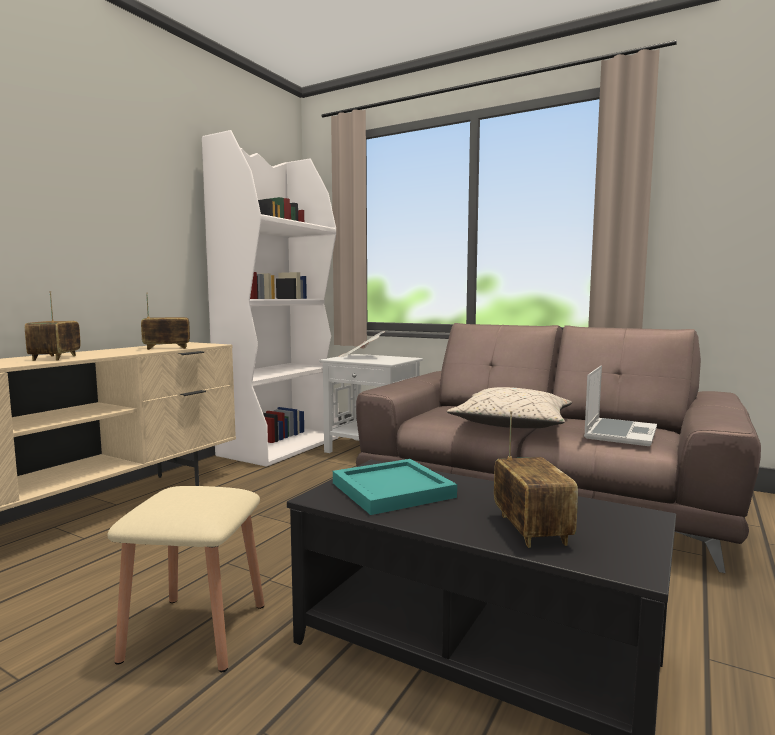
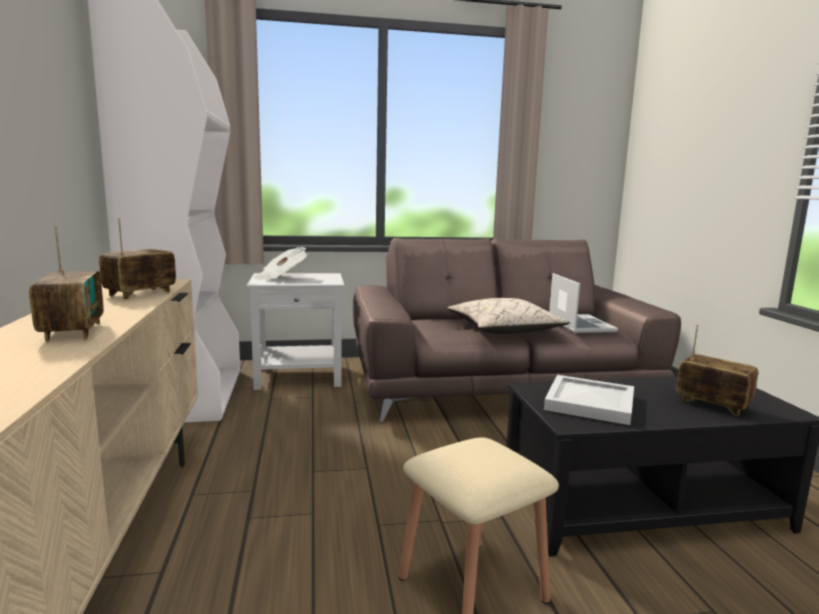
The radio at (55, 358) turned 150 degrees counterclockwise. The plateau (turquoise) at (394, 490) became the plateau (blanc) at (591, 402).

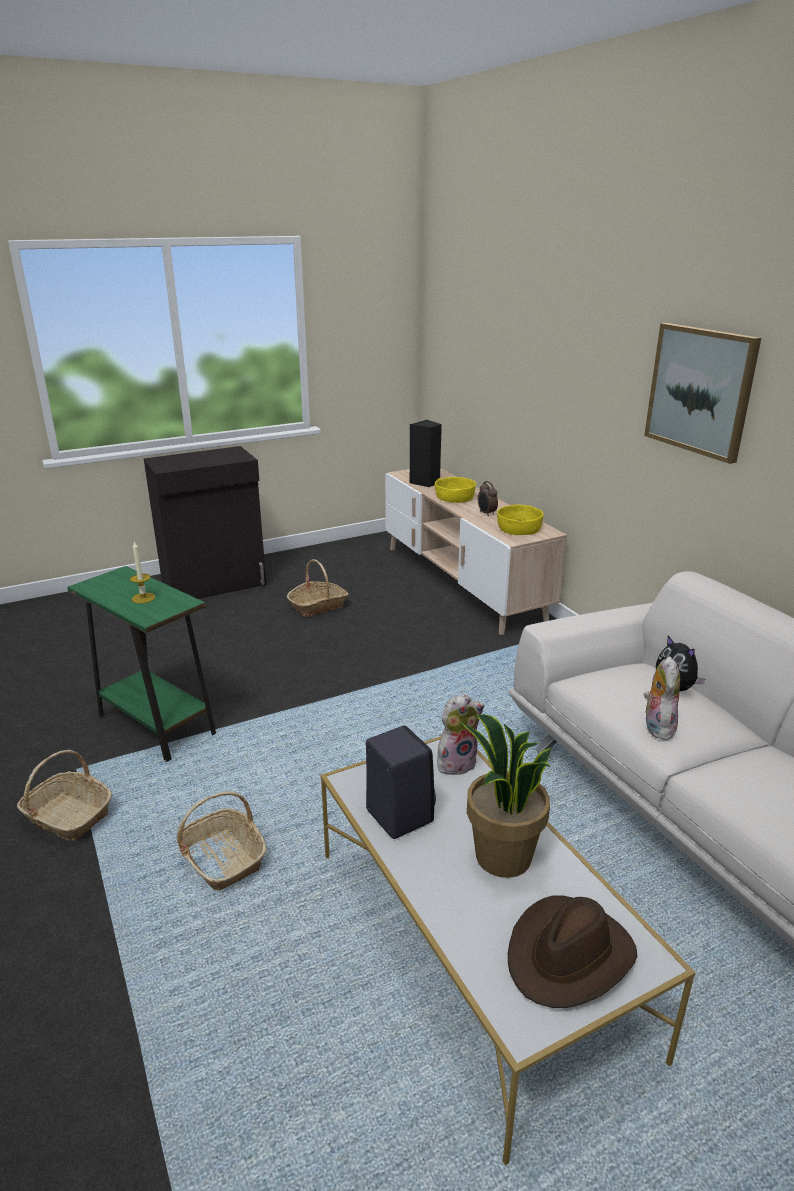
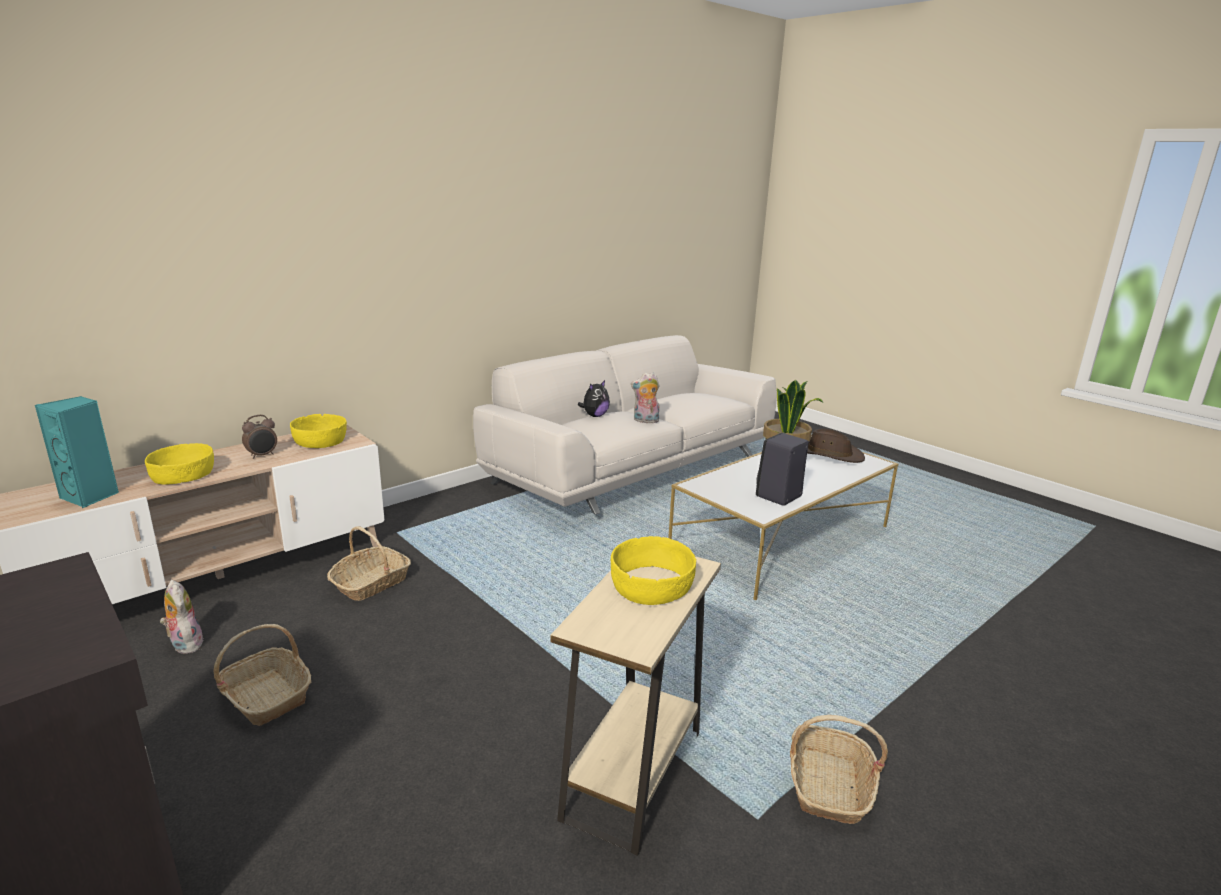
The tableau at (700, 390) disappeared. The enceinte (noir) at (425, 483) became the enceinte (turquoise) at (91, 496). The bougie at (143, 598) was replaced by the bol (jaune) at (652, 584). The table d'appoint (vert) at (156, 725) became the table d'appoint (beige) at (633, 774). The peluche moved from (456, 762) to (184, 644). The panier moved from (222, 859) to (371, 583).

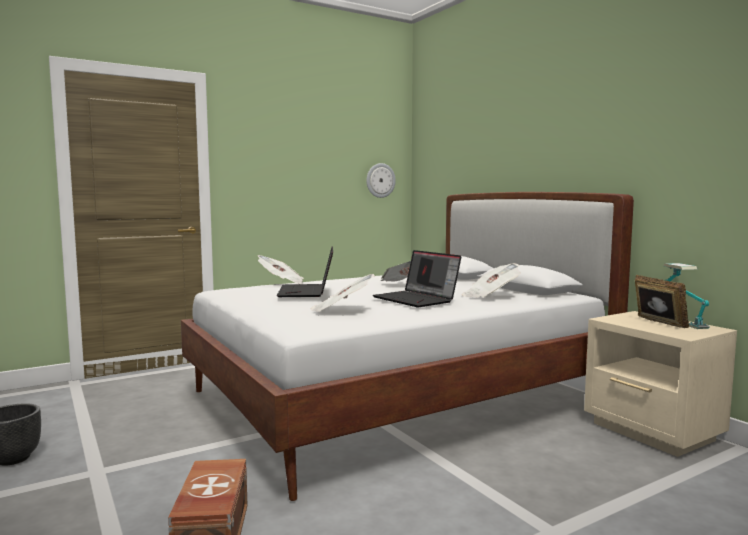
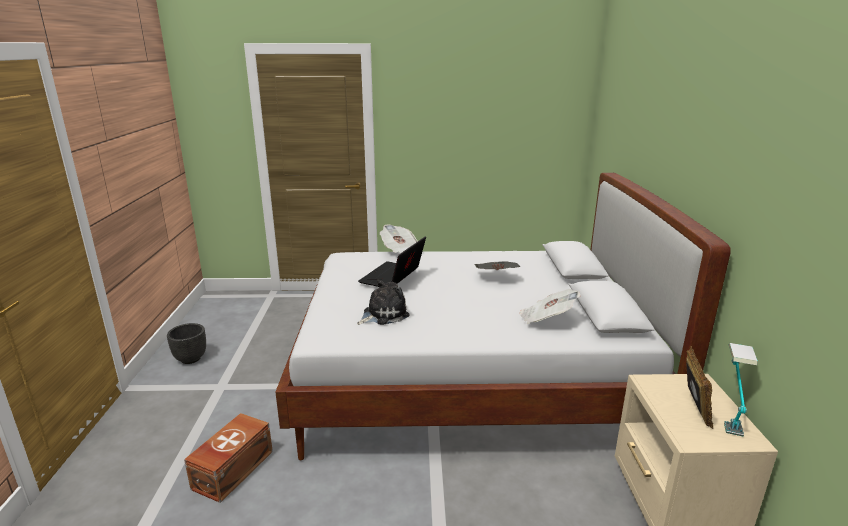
The horloge murale at (380, 180) disappeared. The ordinateur portable at (417, 299) disappeared. The journal at (341, 310) was replaced by the peluche at (383, 314).

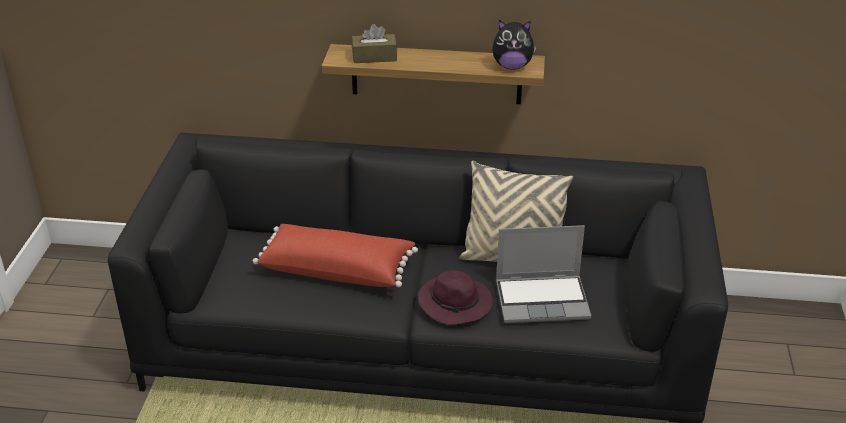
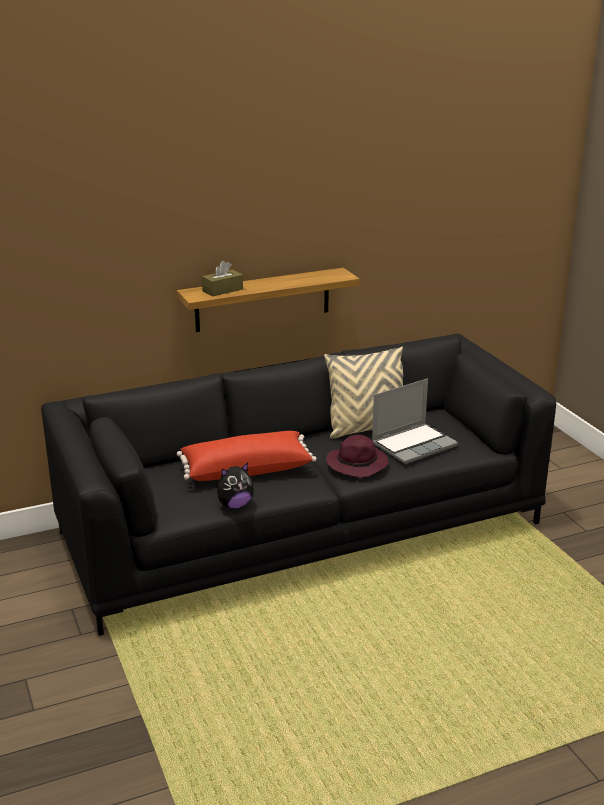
The peluche moved from (512, 66) to (235, 505).

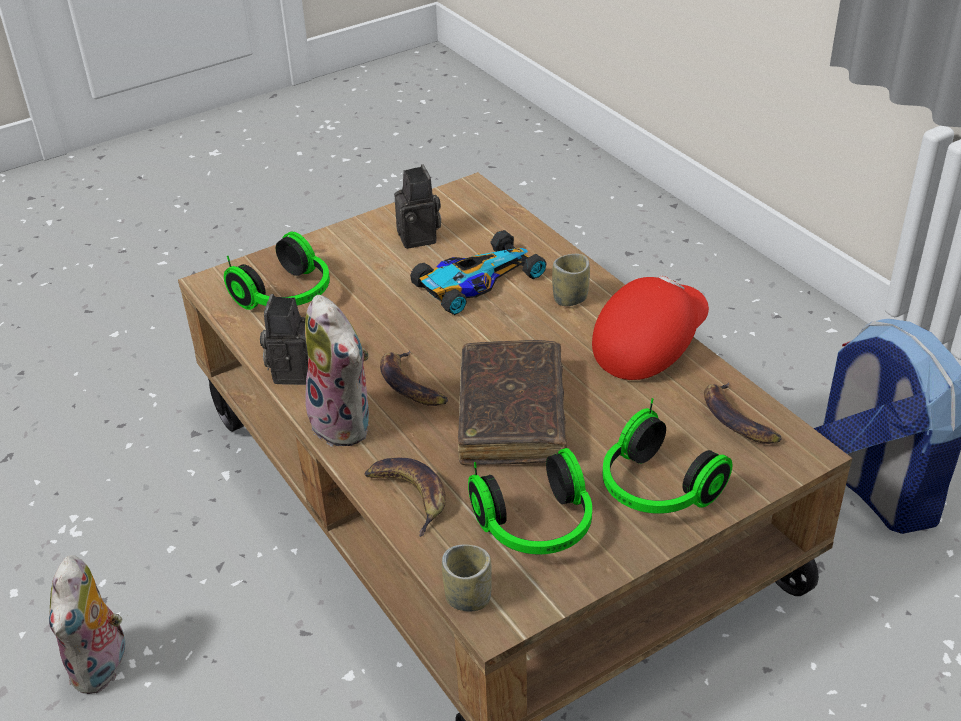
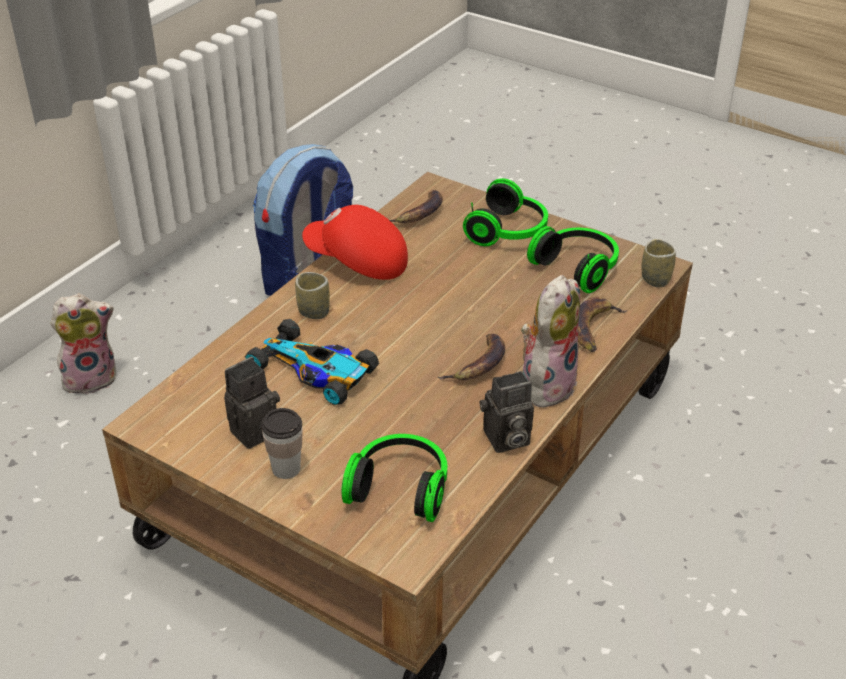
The livre (marron) at (511, 415) disappeared. The peluche moved from (103, 667) to (91, 378). The tasse at (286, 468) appeared.

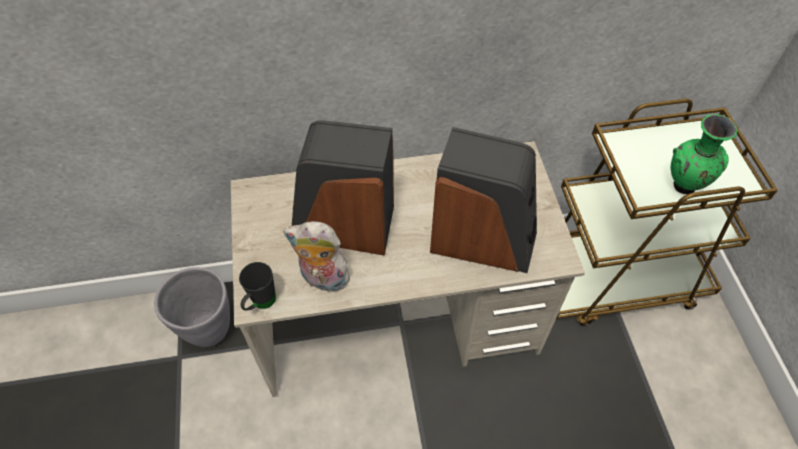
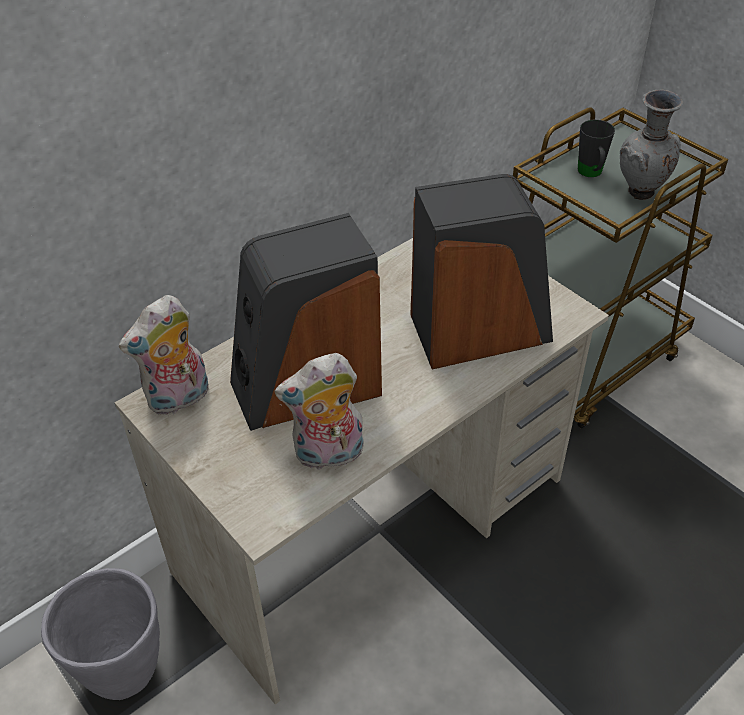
The vase (vert) at (682, 187) became the vase (gris) at (640, 194). The mug (noir) moved from (260, 304) to (591, 174). The peluche at (179, 399) appeared.

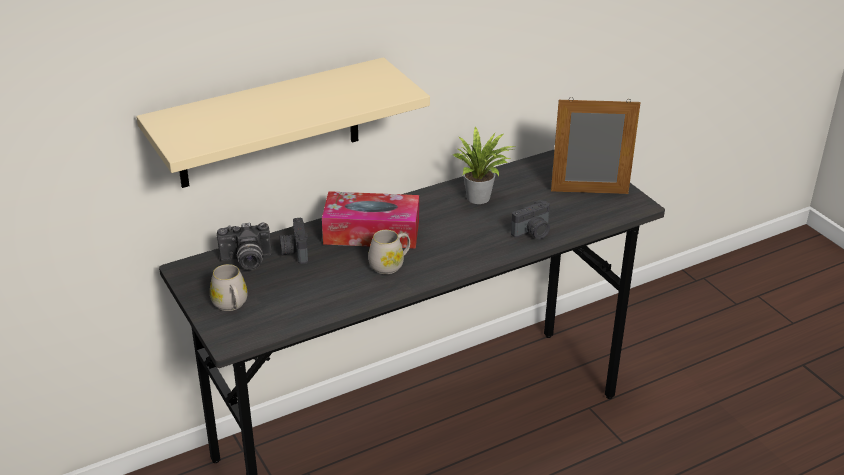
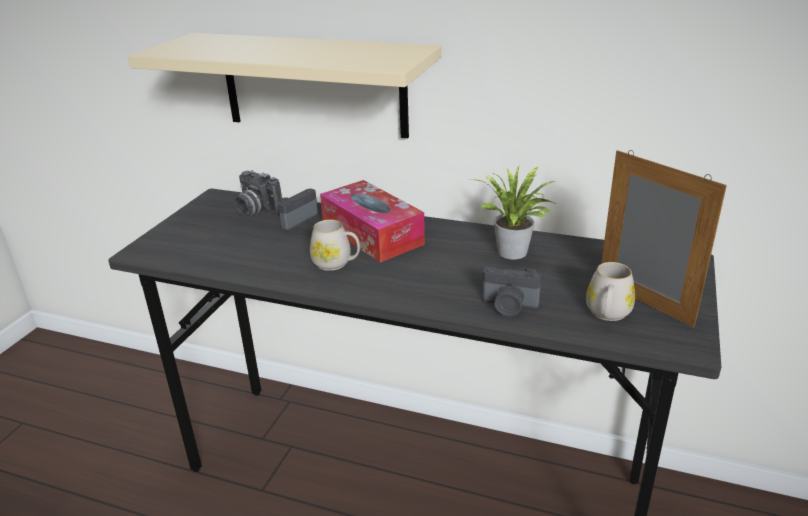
The mug (blanc) moved from (231, 305) to (607, 314).

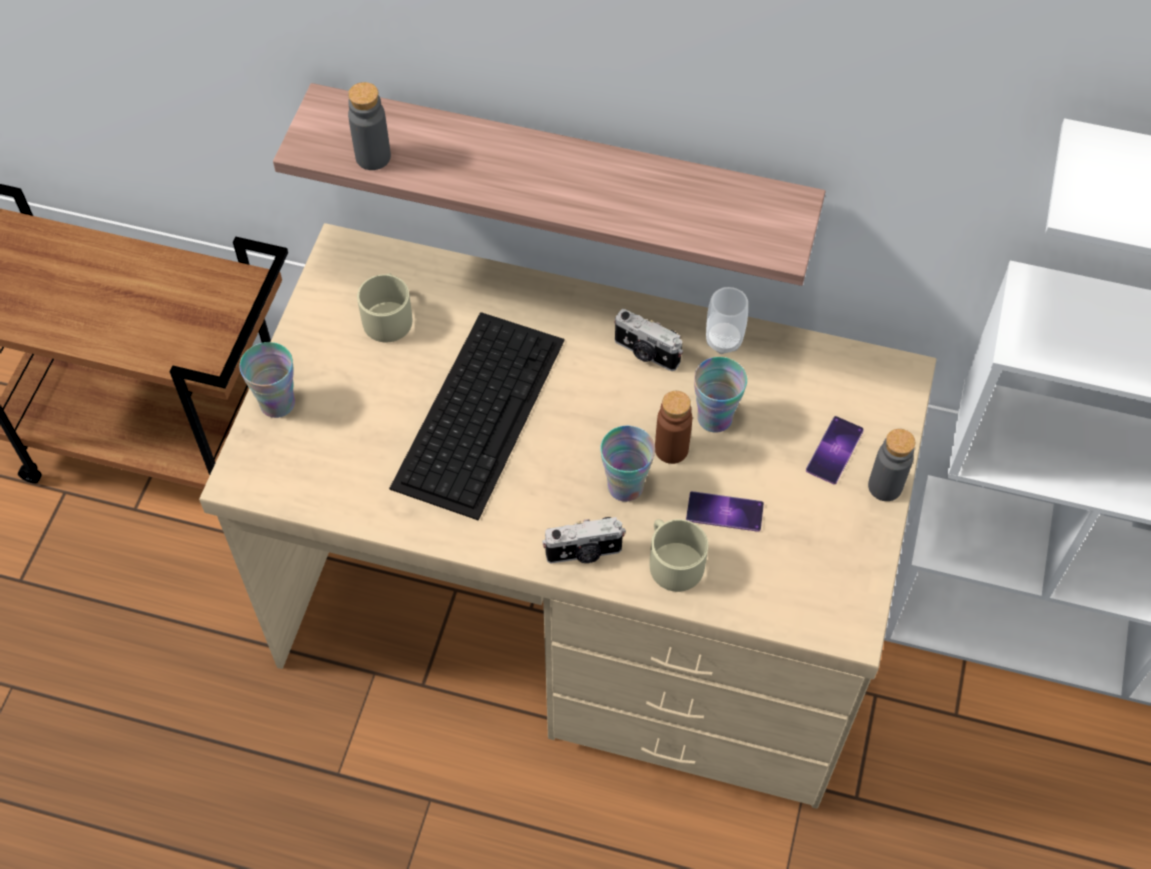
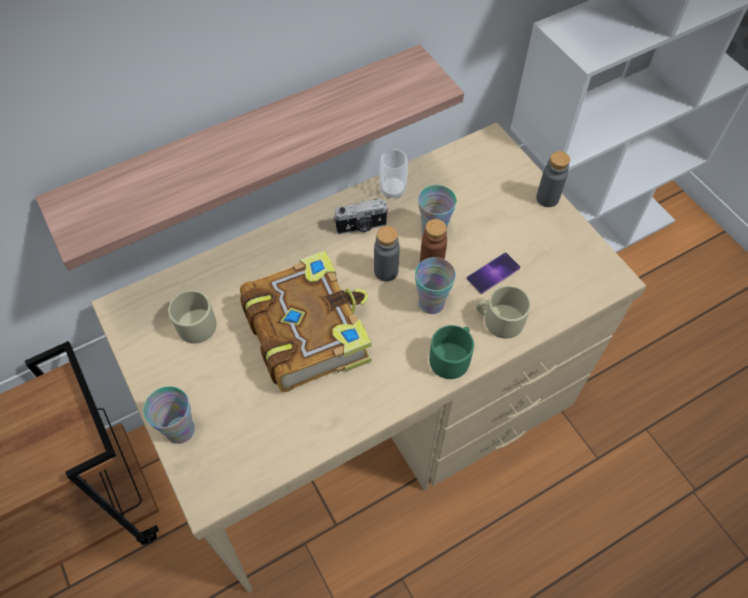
The bouteille (gris) moved from (373, 157) to (386, 271). The clavier at (479, 410) was replaced by the livre at (308, 330). The téléphone at (834, 450) disappeared. The appareil photo at (584, 553) was replaced by the mug (vert) at (452, 356).

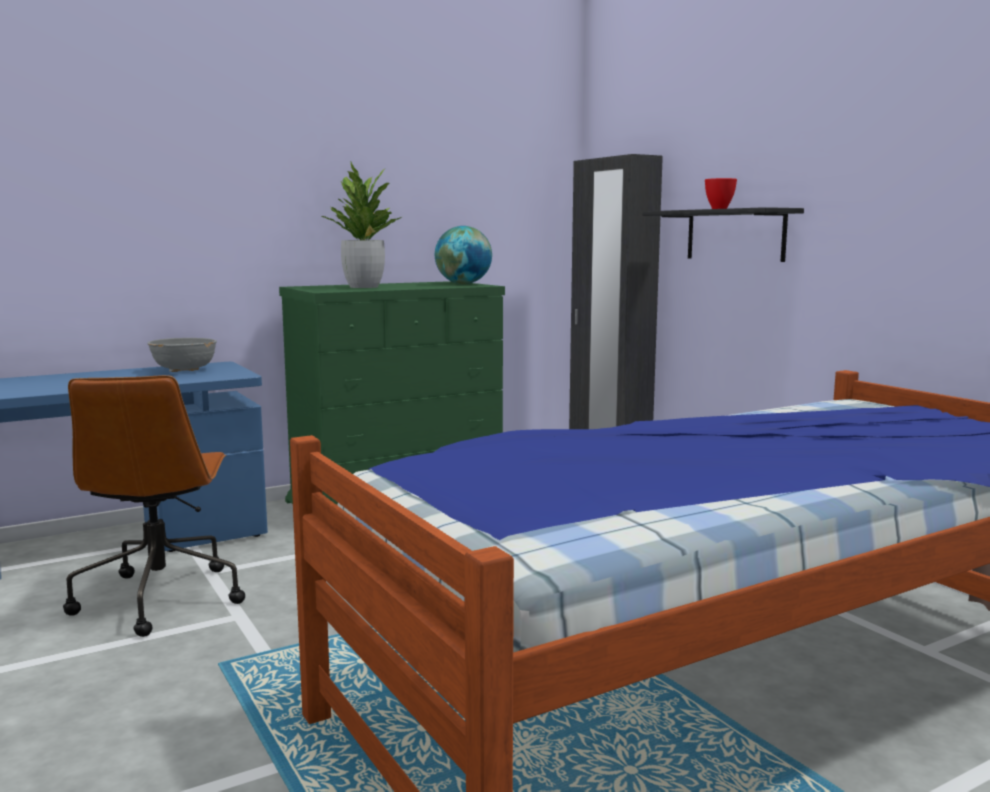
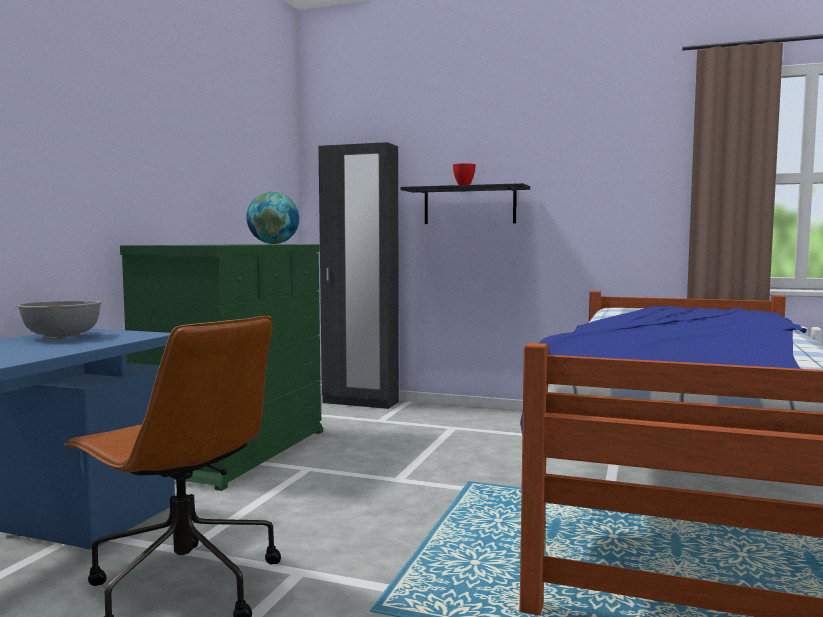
The plante en pot at (364, 287) disappeared.

